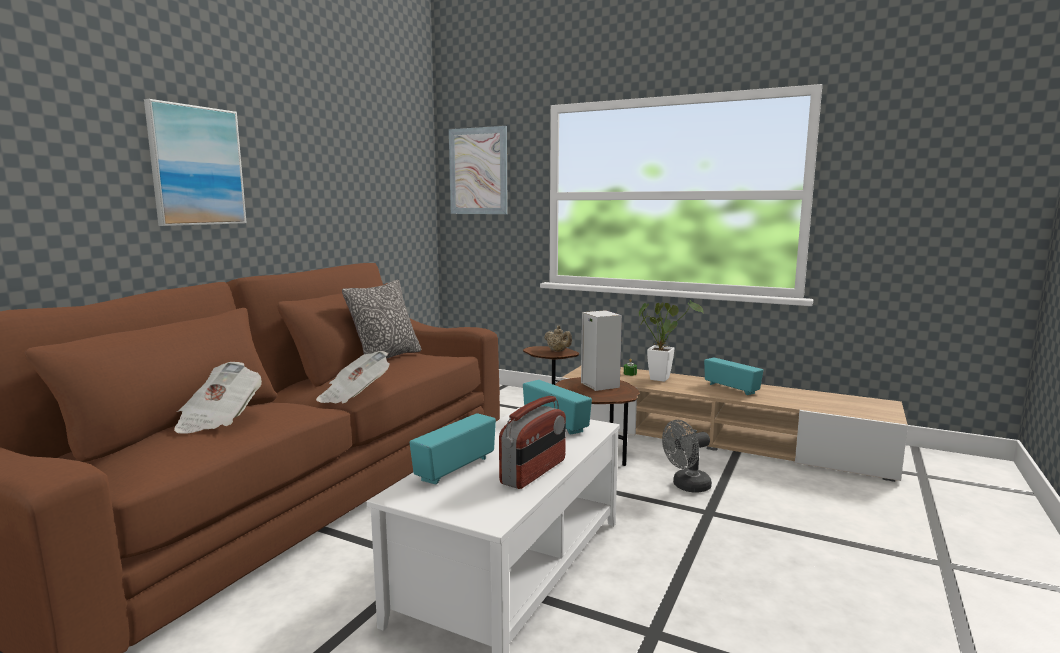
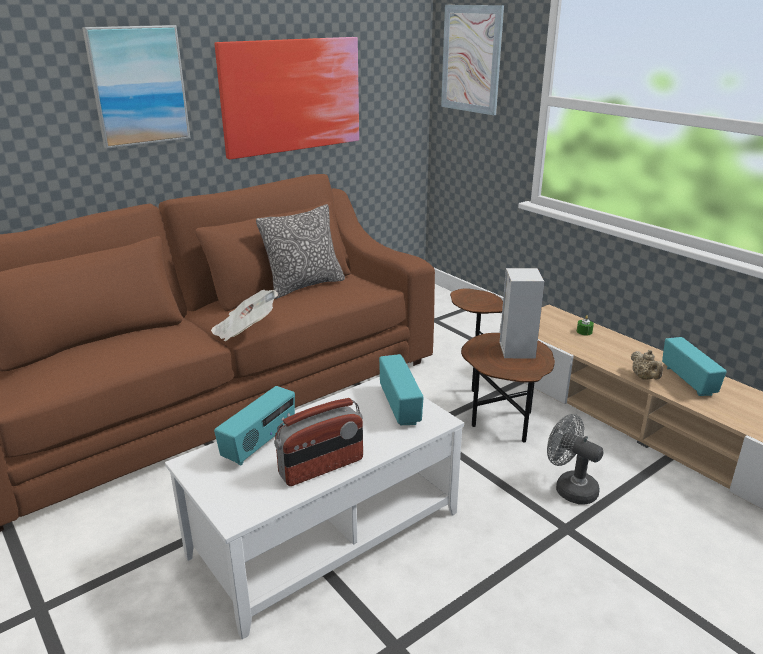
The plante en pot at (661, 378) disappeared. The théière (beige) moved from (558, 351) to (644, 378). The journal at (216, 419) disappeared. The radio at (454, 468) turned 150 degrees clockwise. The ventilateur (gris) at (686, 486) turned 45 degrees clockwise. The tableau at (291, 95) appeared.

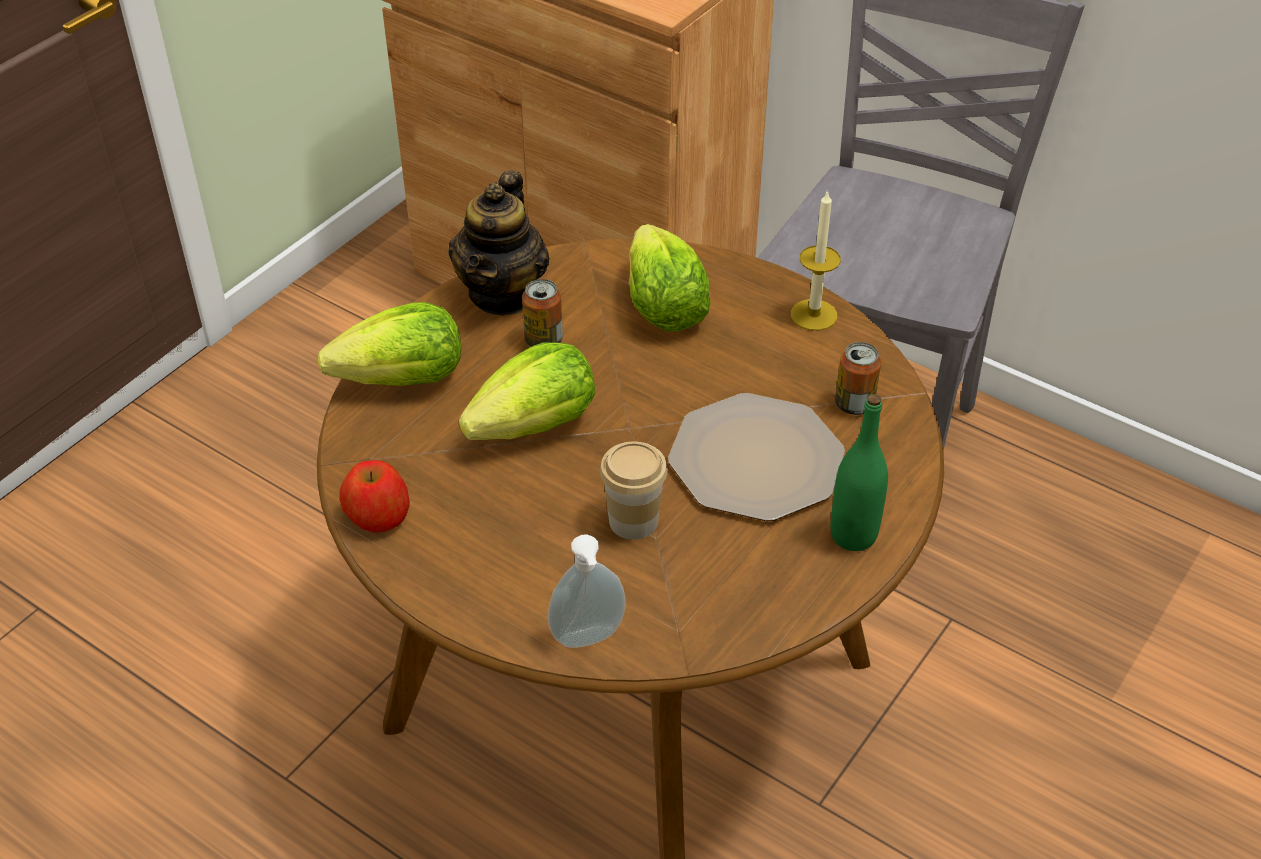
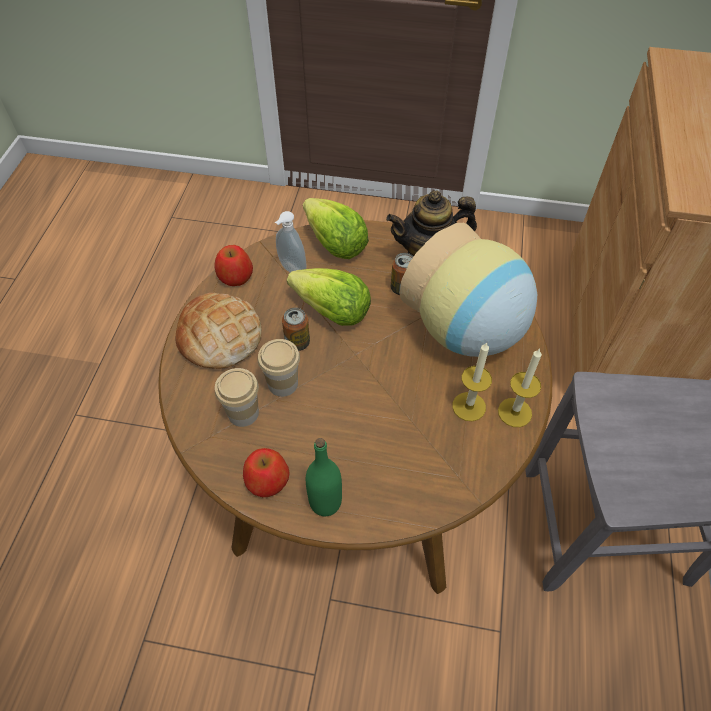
The laitue at (663, 307) was replaced by the vase at (467, 332). The boîte métallique moved from (854, 404) to (297, 342). The assiette at (758, 460) disappeared. The distributeur de savon moved from (589, 640) to (291, 270). The pain at (219, 336) appeared. The bougie at (469, 406) appeared. The tasse at (243, 413) appeared. The pomme at (267, 480) appeared.

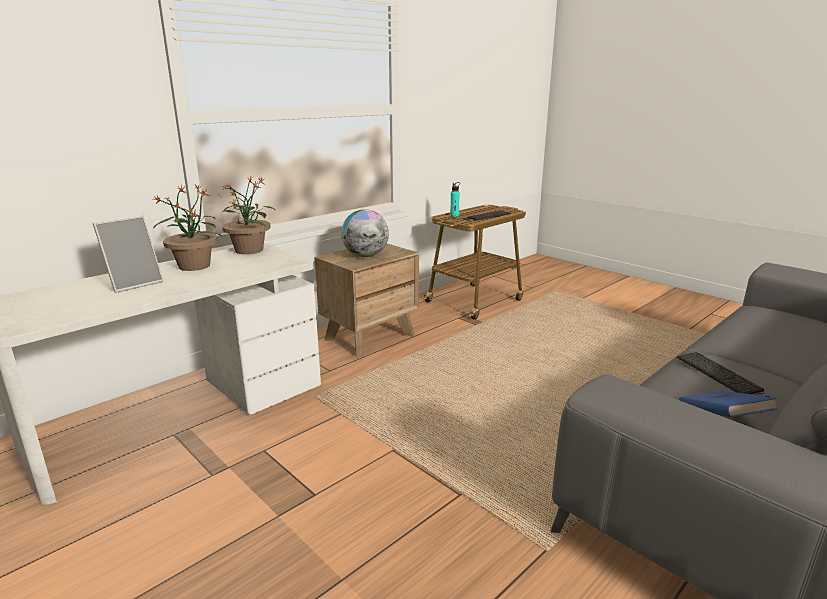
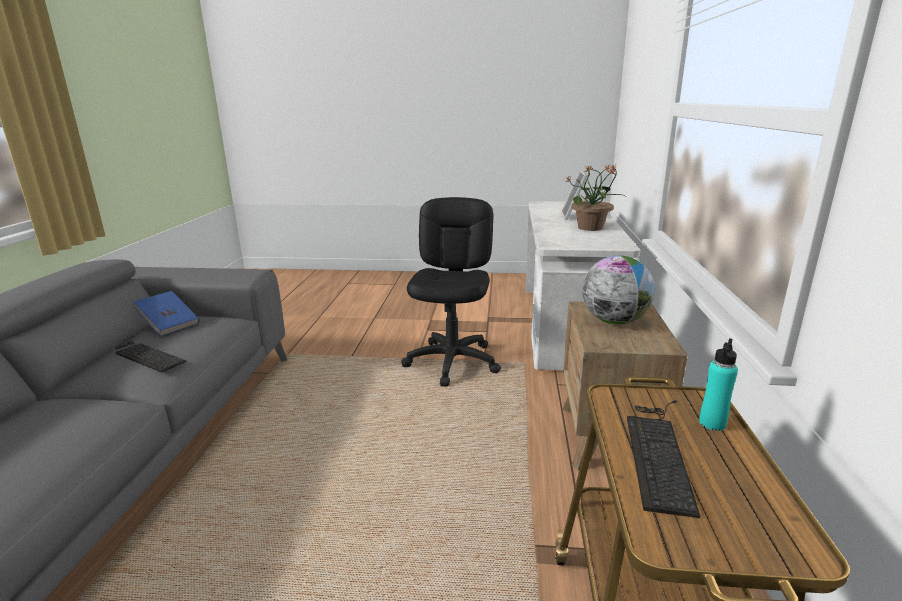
The plante en pot at (249, 250) disappeared. The chaise de bureau (noir) at (452, 362) appeared.

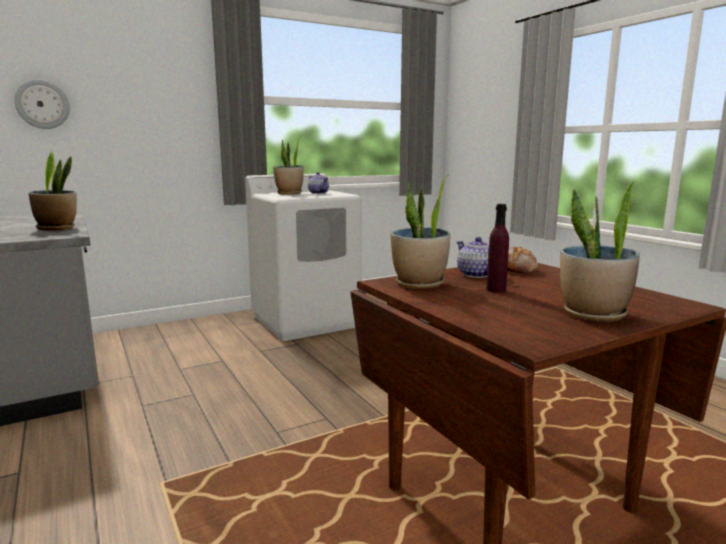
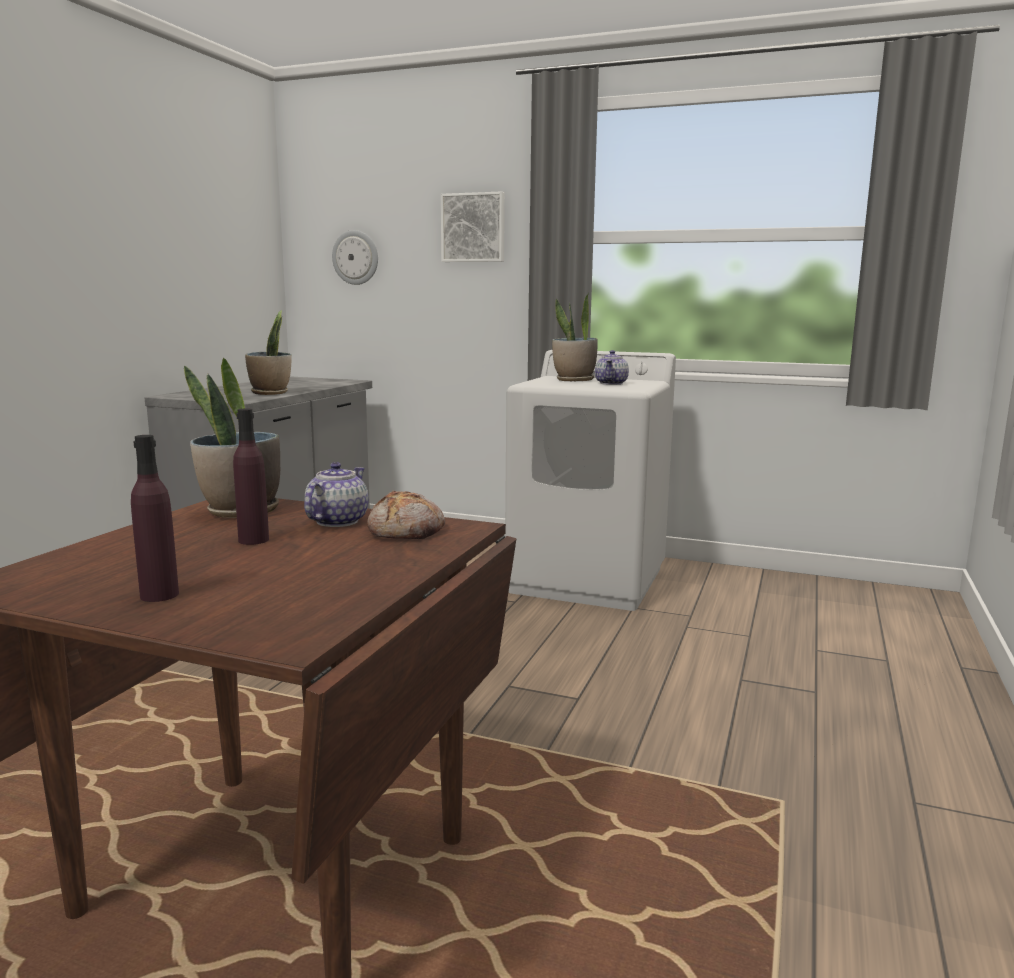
The plante en pot at (593, 314) was replaced by the bouteille (violet) at (159, 595). The tableau at (474, 228) appeared.

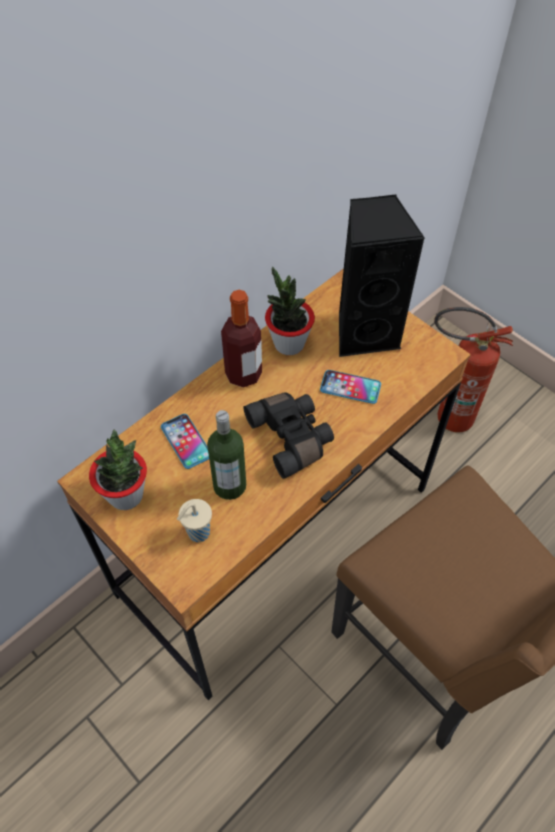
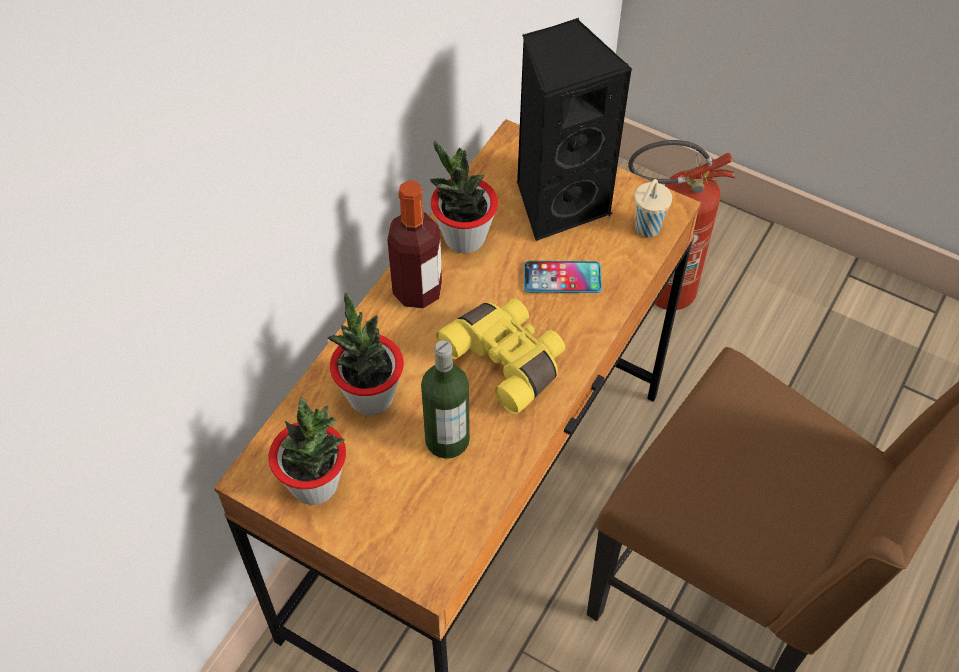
The jumelles (noir) at (292, 437) became the jumelles (jaune) at (508, 359). The téléphone at (186, 441) was replaced by the plante en pot at (370, 396). The tasse (beige) moved from (197, 533) to (646, 229).

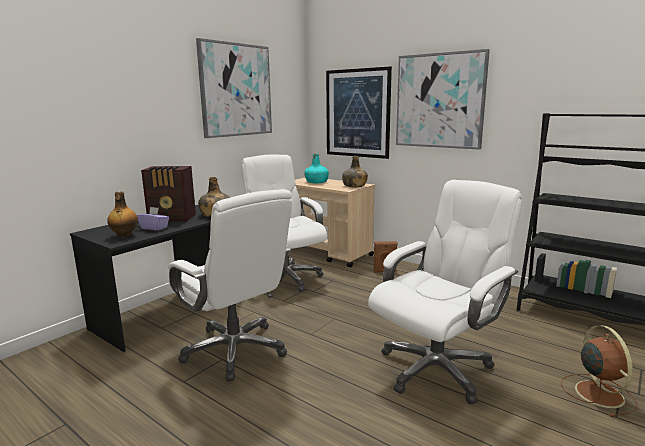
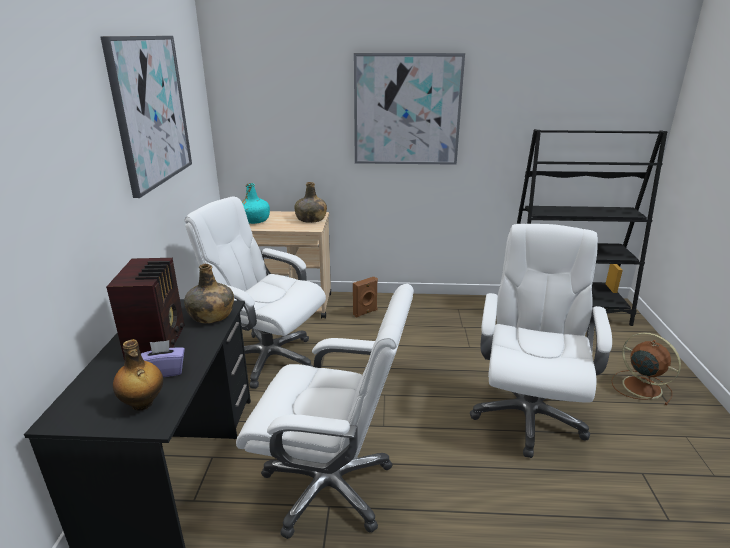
The tableau at (357, 113) disappeared. The radio at (173, 218) turned 60 degrees counterclockwise.

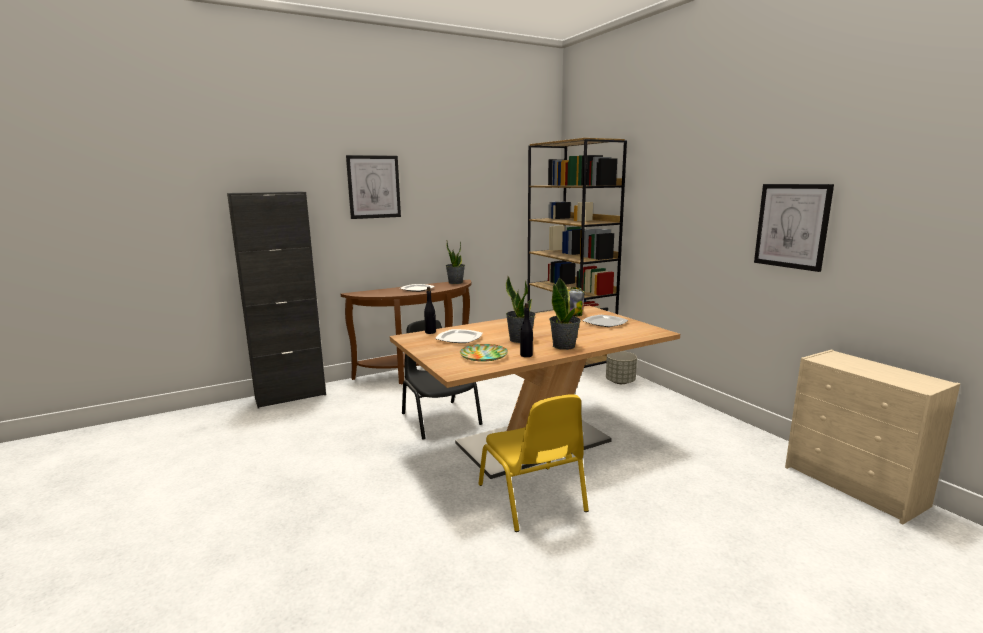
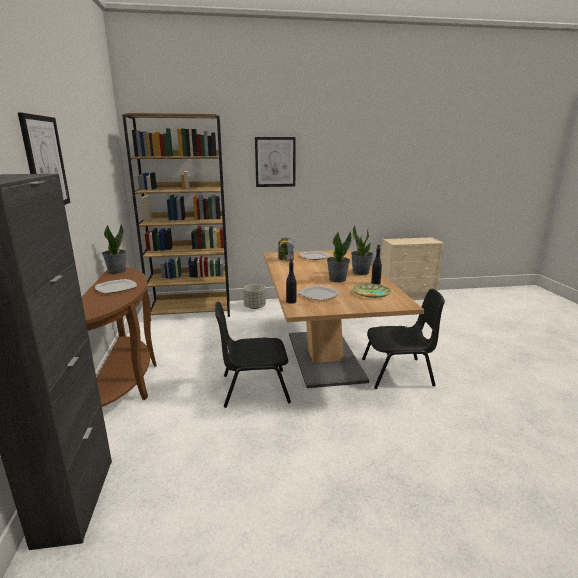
The tableau moved from (792, 226) to (275, 162). The chaise (jaune) at (532, 498) became the chaise (noir) at (398, 372).

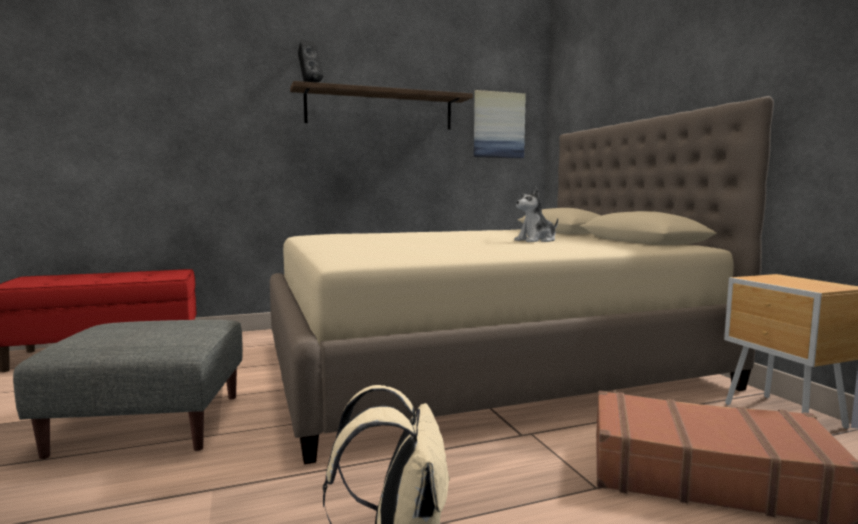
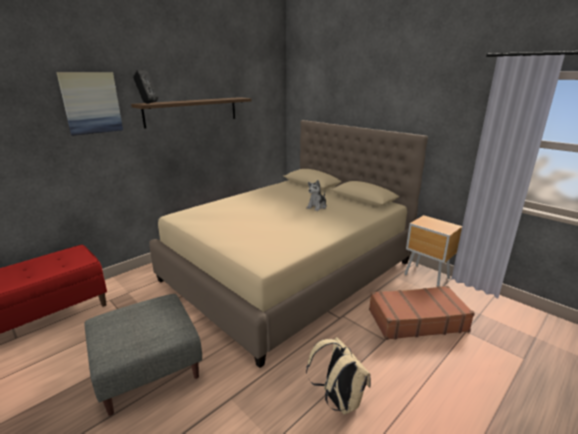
The tableau moved from (498, 125) to (91, 103).

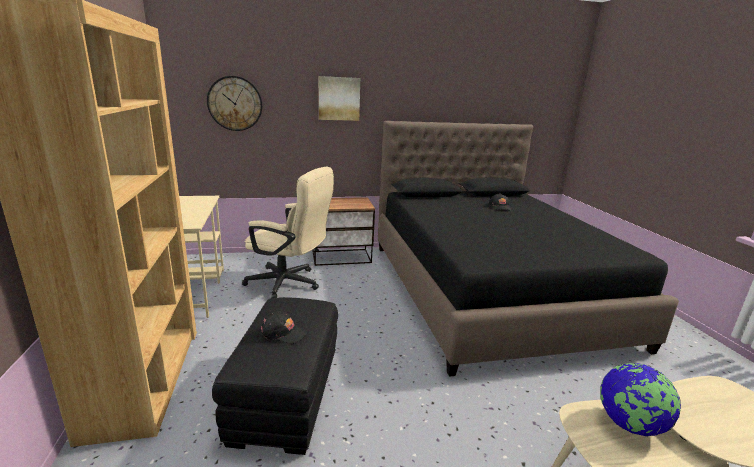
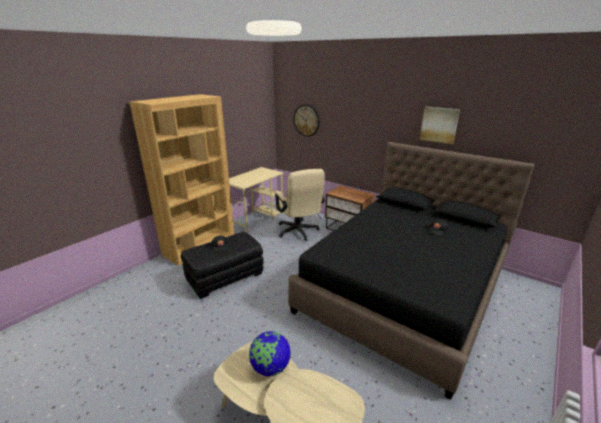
The tableau moved from (339, 98) to (439, 124).

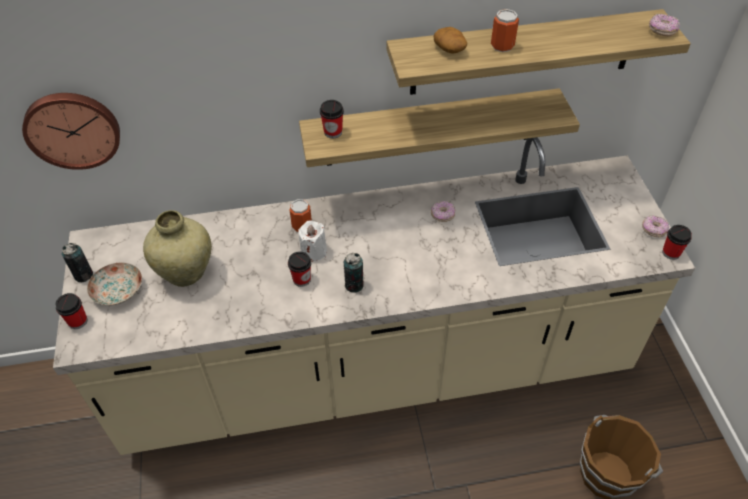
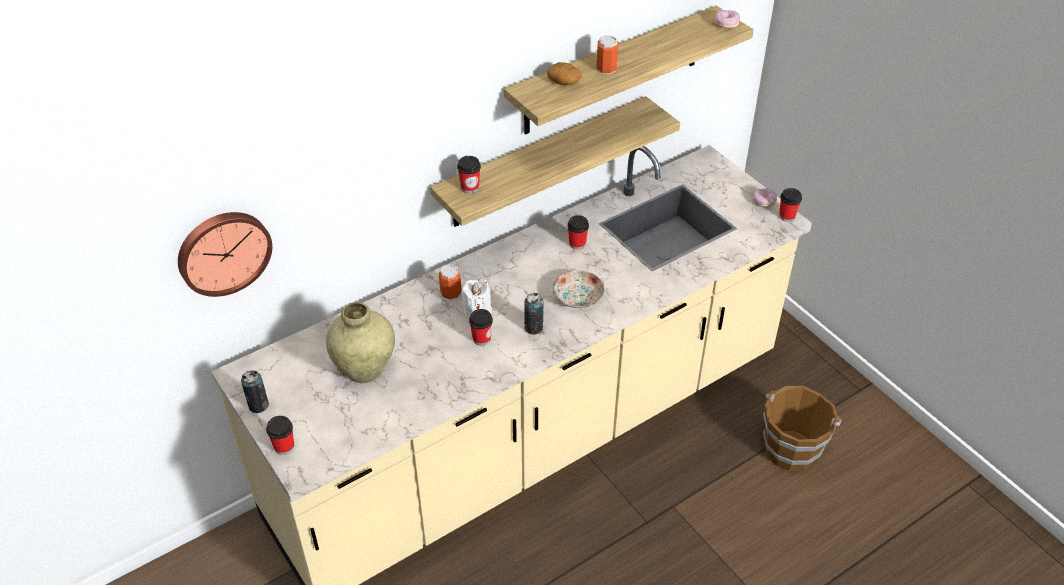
The beignet at (442, 215) was replaced by the tasse at (577, 244). The assiette moved from (118, 290) to (577, 297).

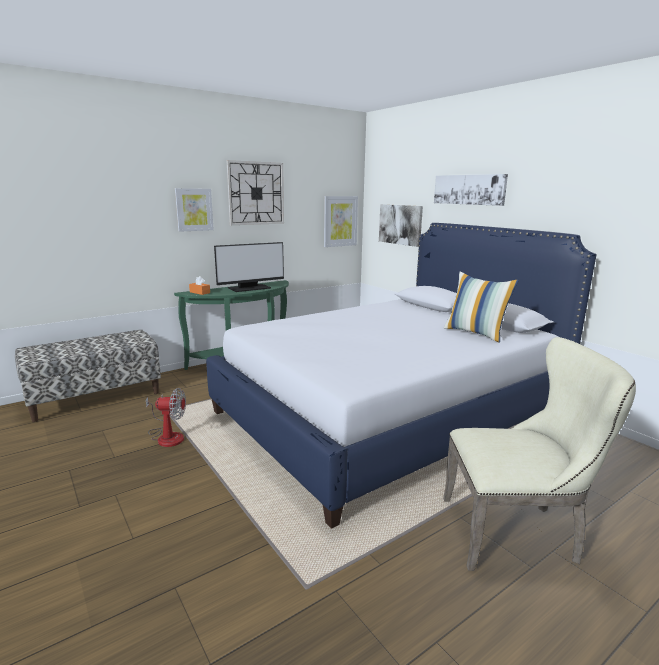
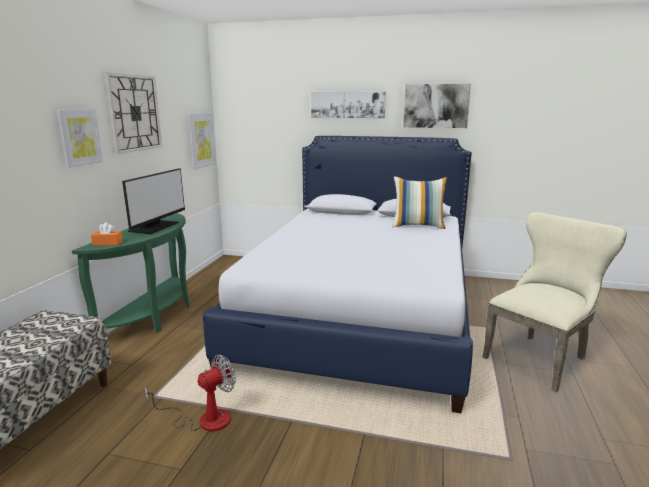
The tableau moved from (400, 224) to (436, 106).

